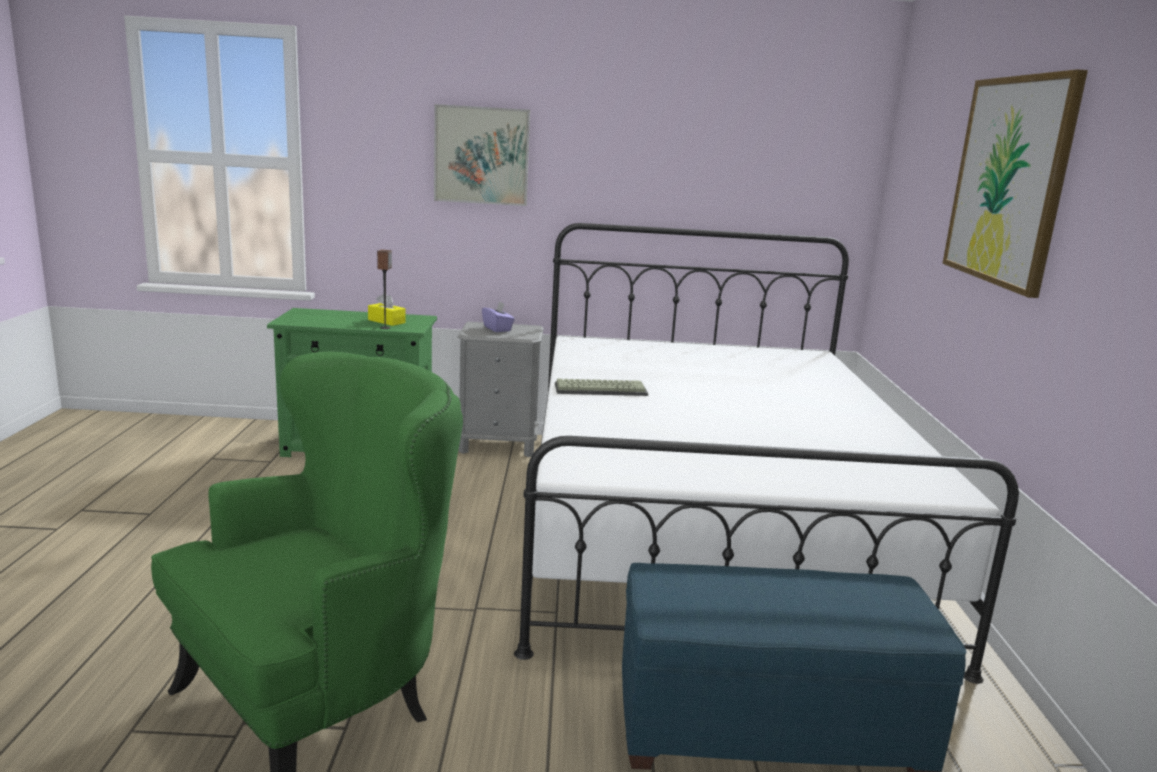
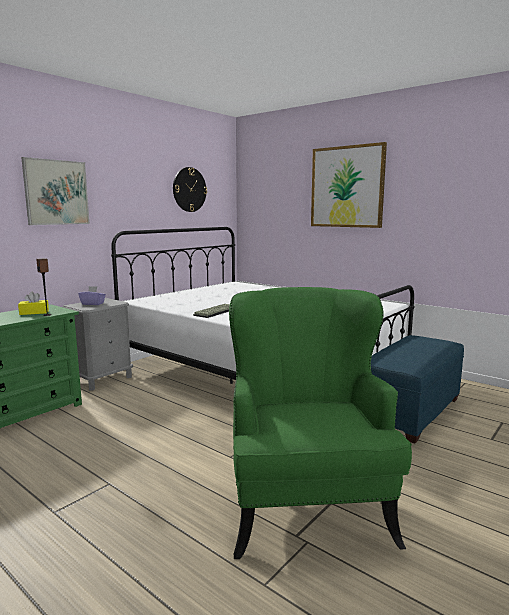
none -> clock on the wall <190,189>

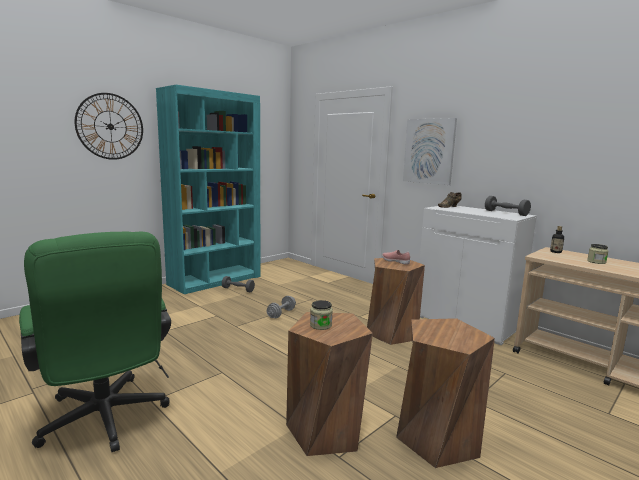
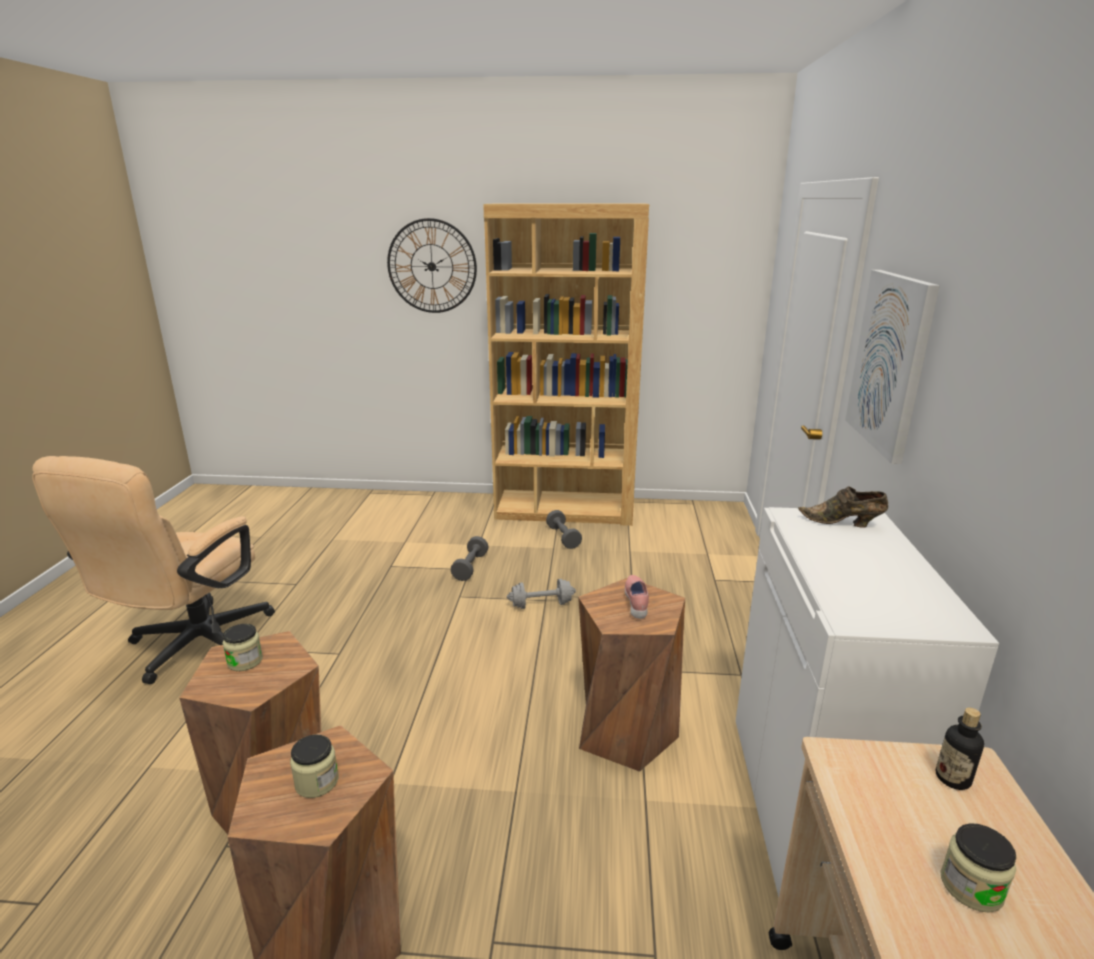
greenish computer chair <95,342> -> beige-coloured computer chair <153,570>
turquoise bookshelf <208,189> -> brown bookshelf <566,365>
gray hand weight <508,206> -> gray hand weight <469,558>, shifted
none -> storage jar <314,766>

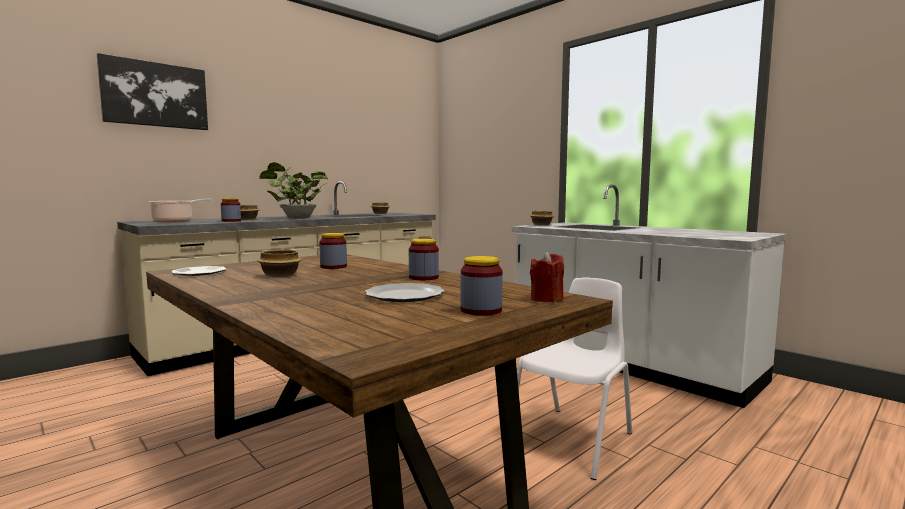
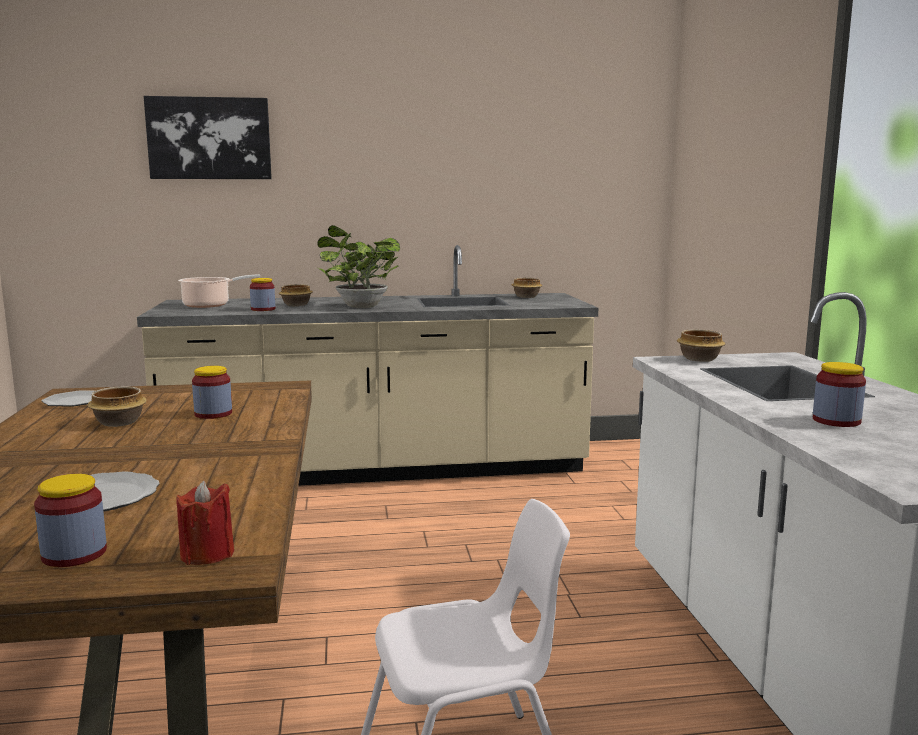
storage jar <424,259> -> storage jar <839,394>, shifted

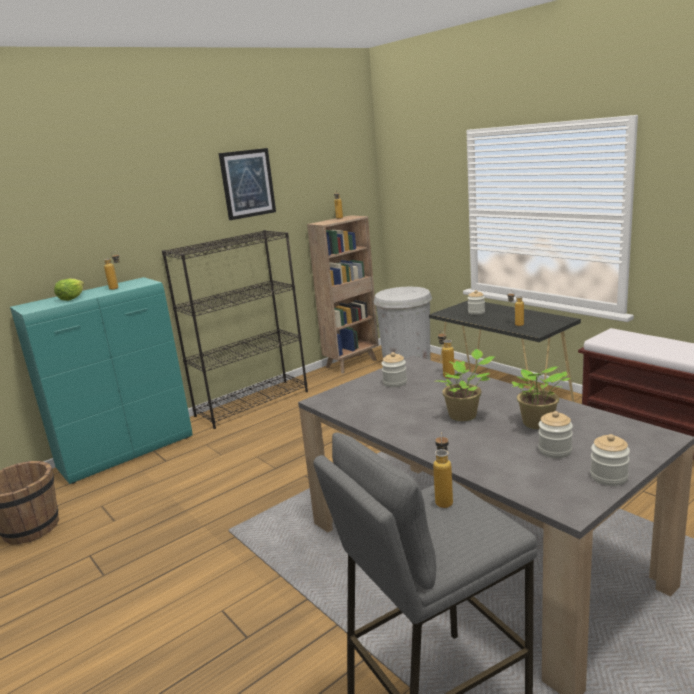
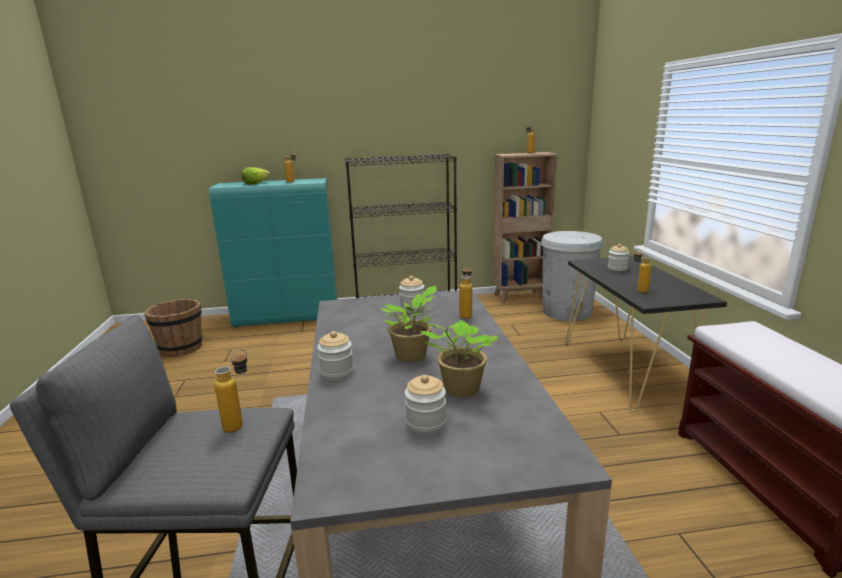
picture <247,184> -> none
storage jar <610,460> -> storage jar <335,355>, shifted

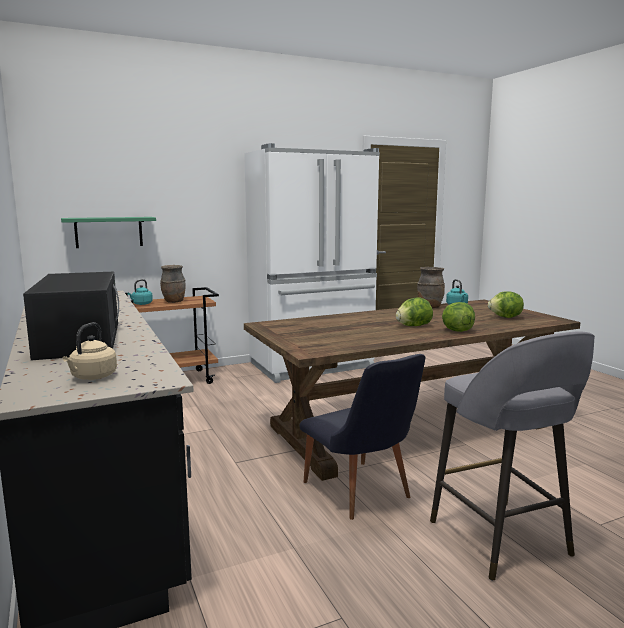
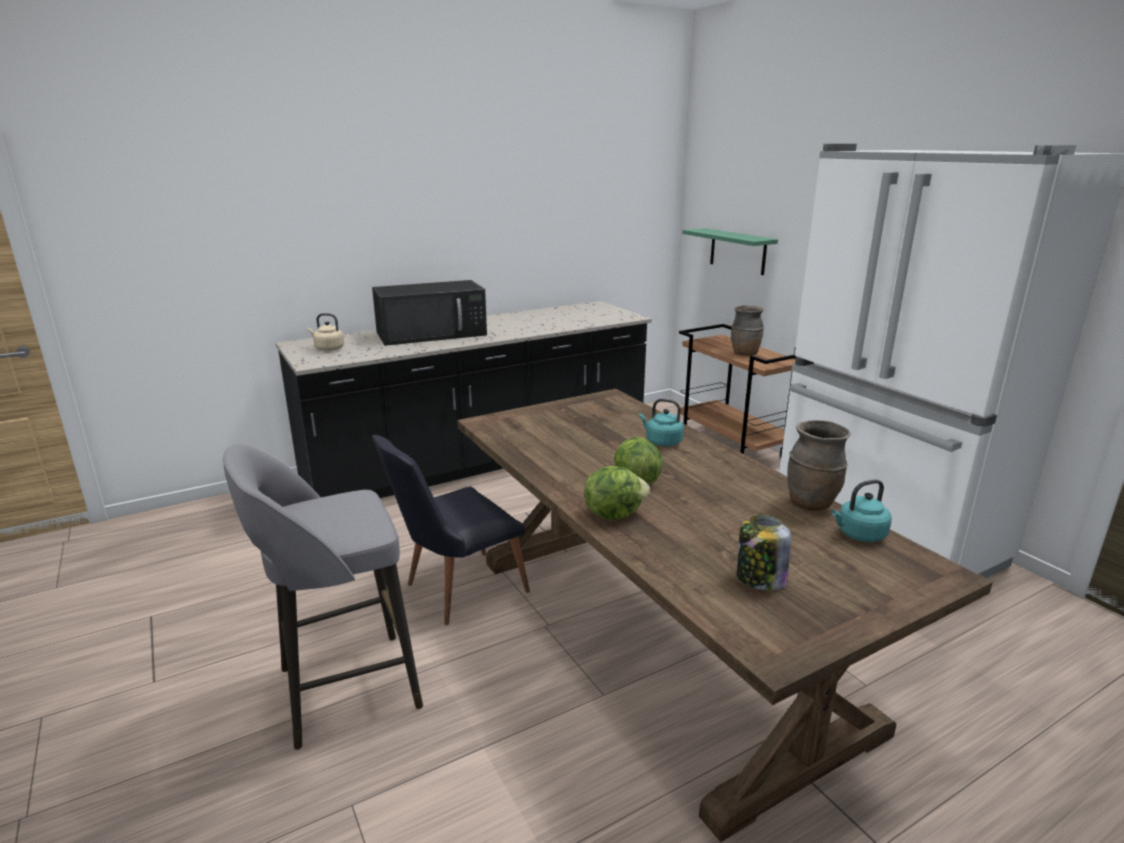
turquoise water kettle <140,292> -> turquoise water kettle <661,422>, shifted
head of lettuce <506,304> -> storage jar <764,553>

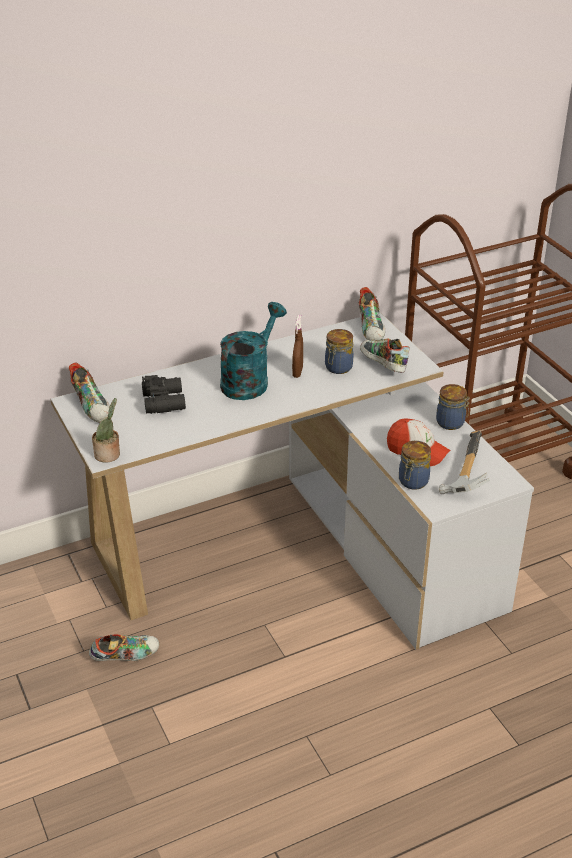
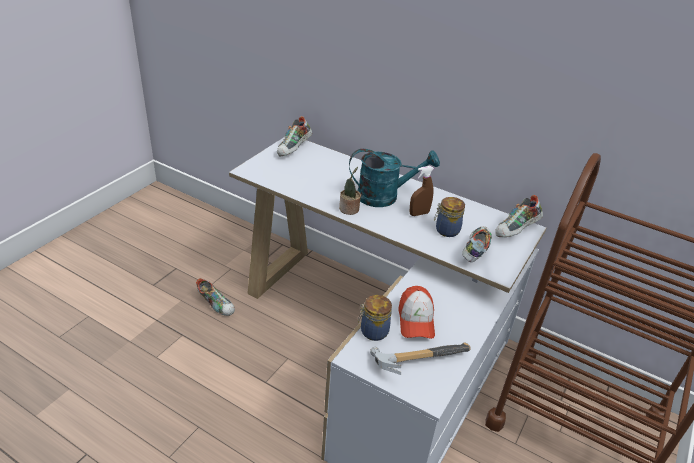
plant in a pot <106,430> -> plant in a pot <350,191>, shifted
black pair of binoculars <164,394> -> none
storage jar <453,407> -> none

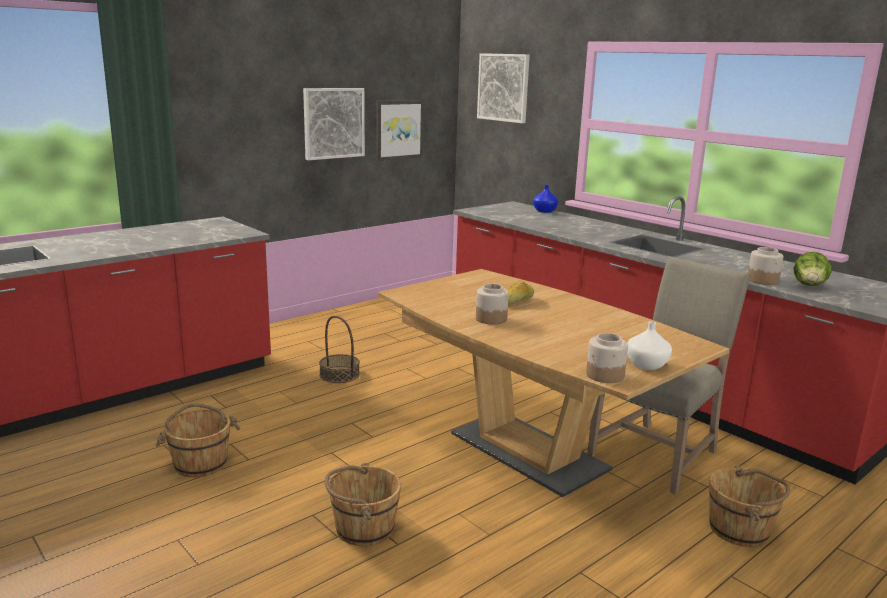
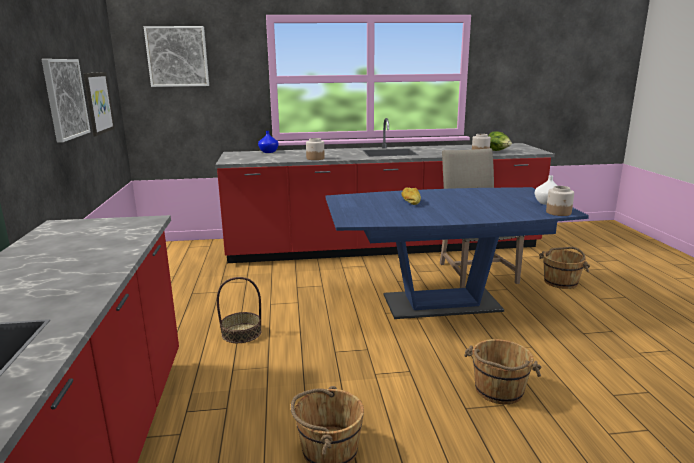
brown dining table <553,383> -> blue dining table <457,253>
storage jar <492,304> -> storage jar <315,149>, shifted

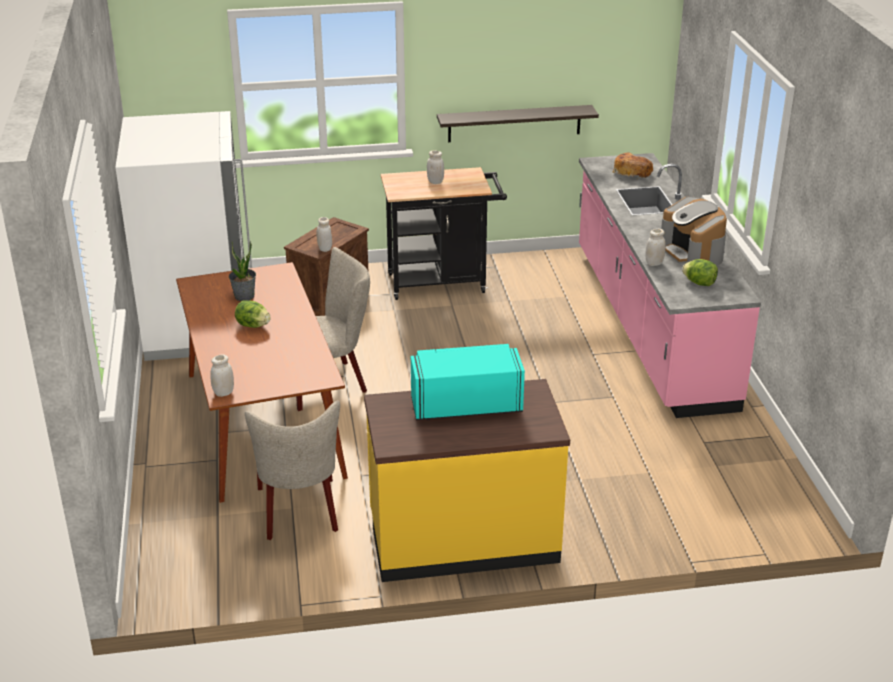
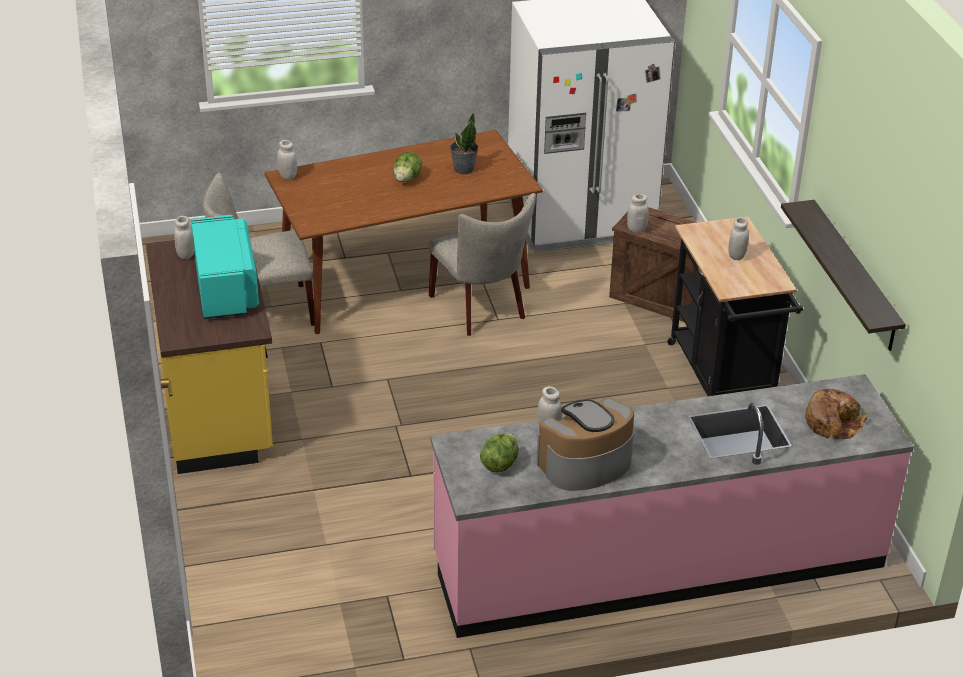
none -> white storage jar <184,237>

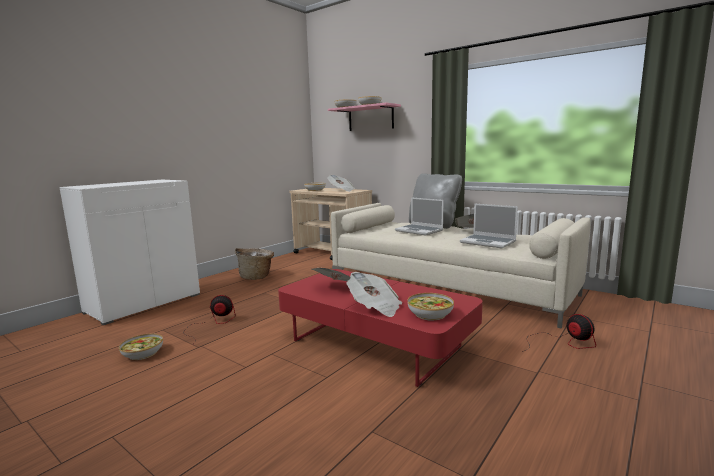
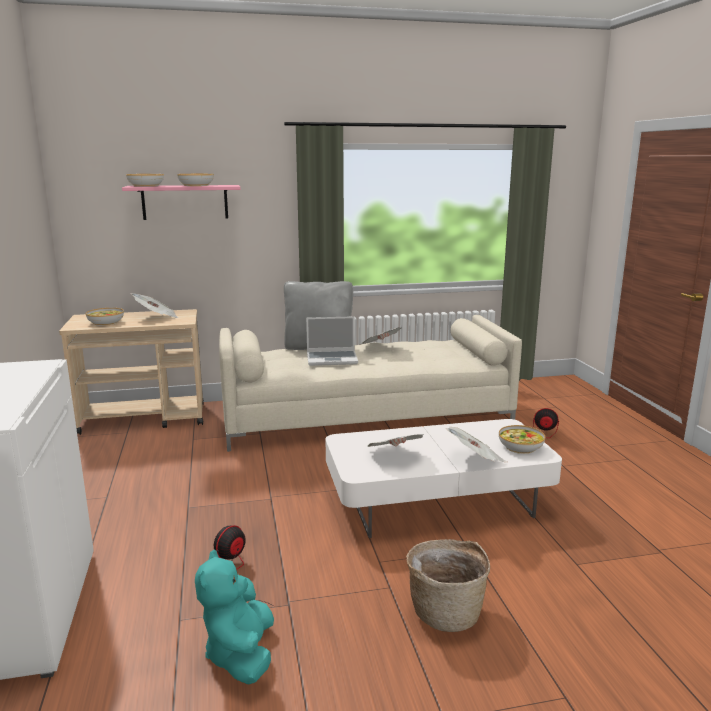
deep dish <141,346> -> turquoise soft toy <234,617>
basket <254,264> -> basket <448,585>, shifted
red-coloured lounge table <380,328> -> white lounge table <444,478>
portable computer <489,226> -> none

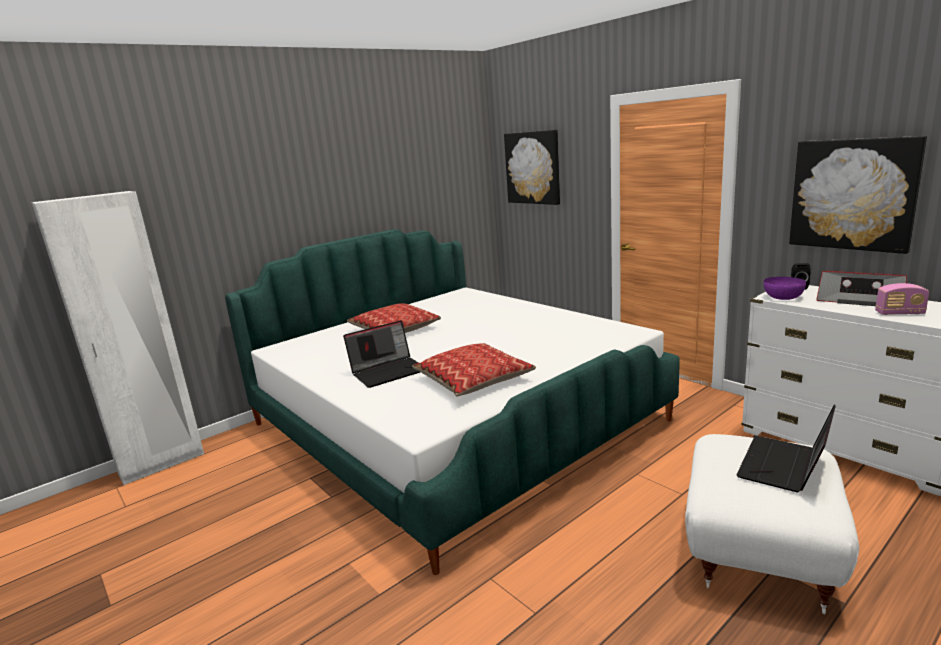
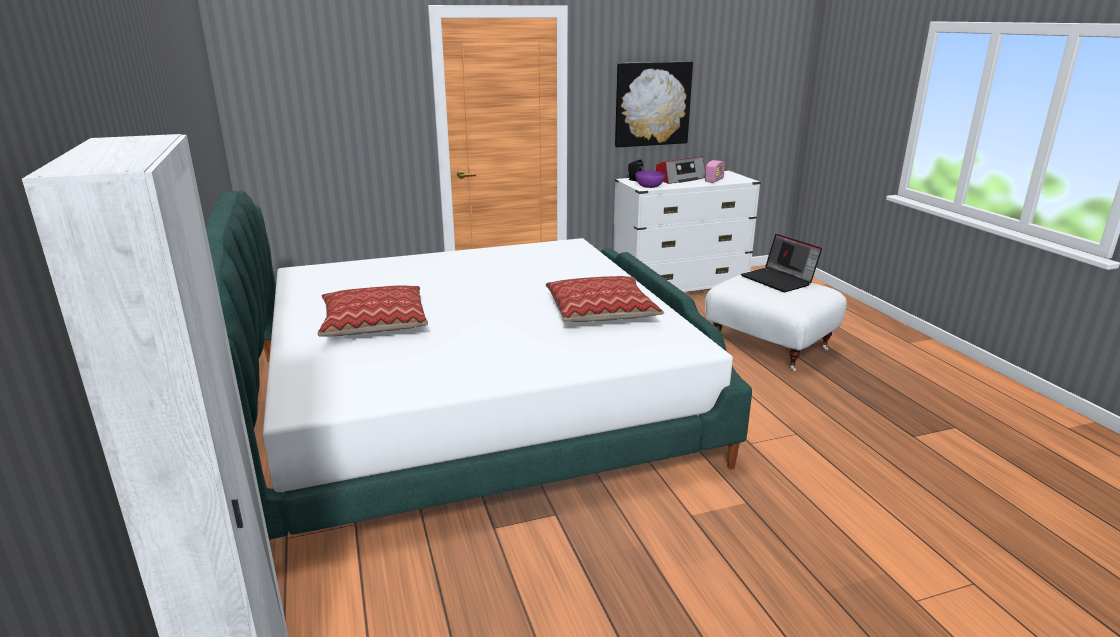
portable computer <381,354> -> none
picture <532,167> -> none

